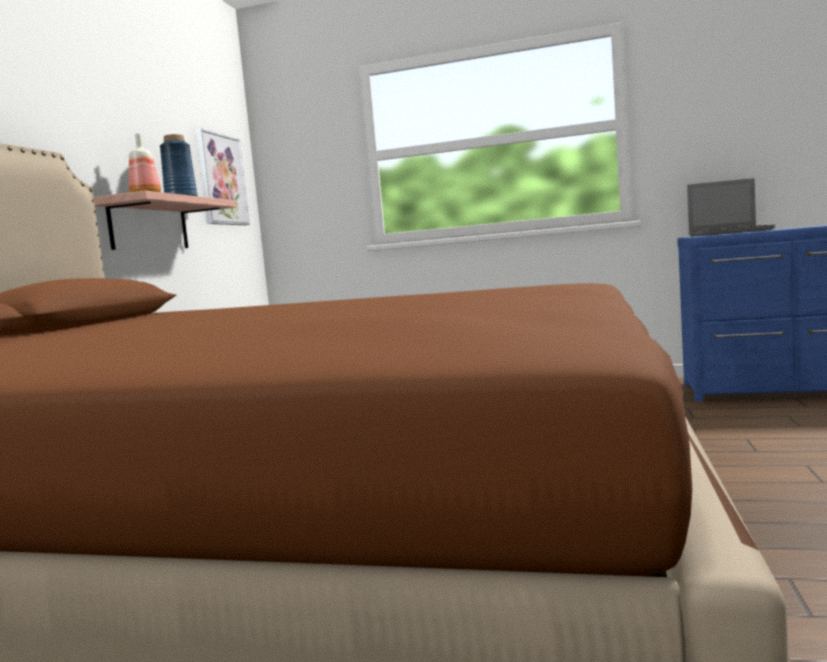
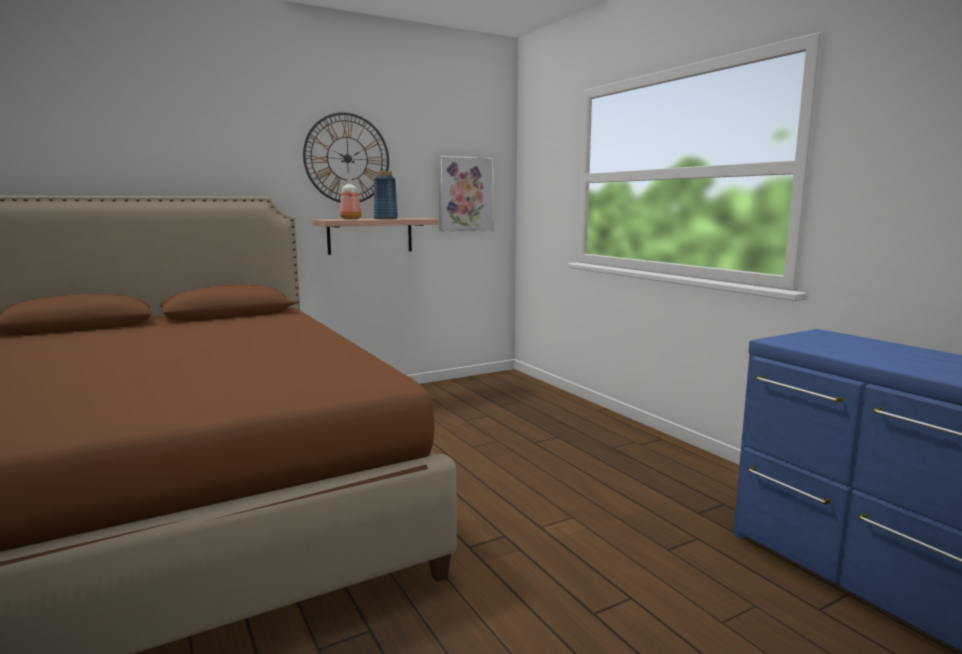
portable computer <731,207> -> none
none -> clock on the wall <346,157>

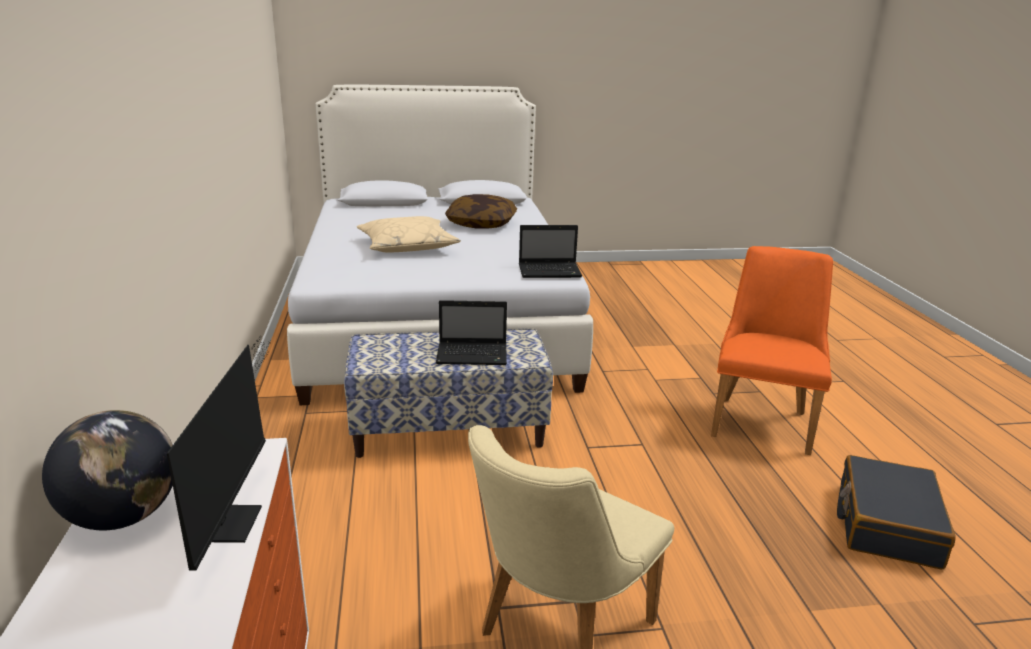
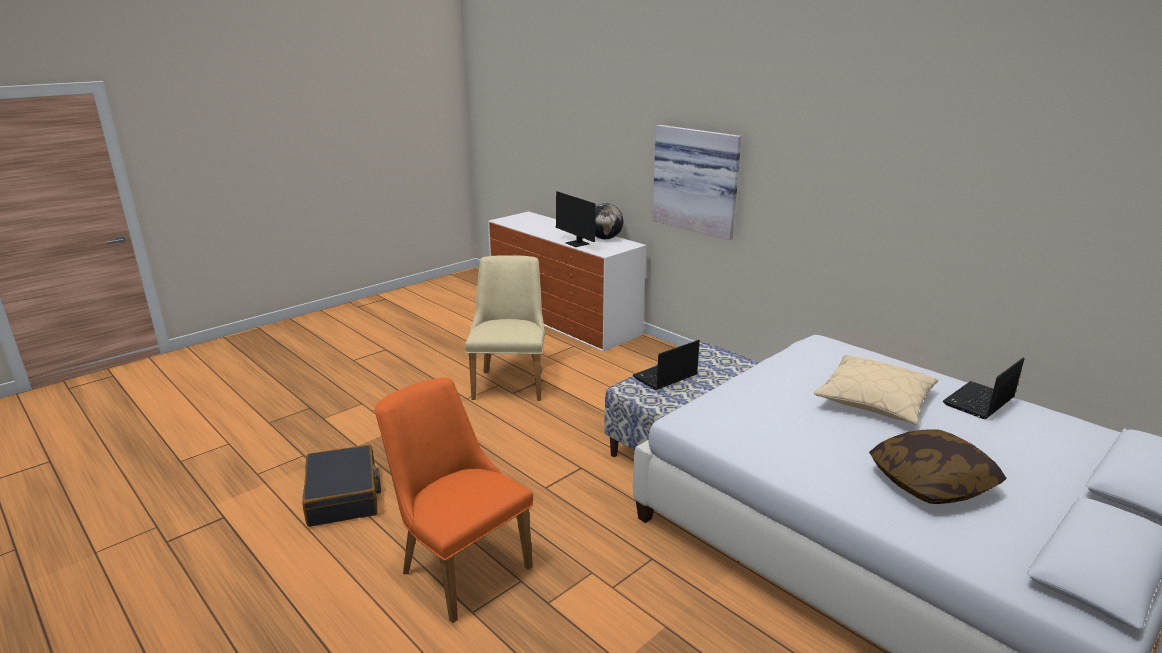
portable computer <550,251> -> portable computer <984,388>, shifted
orangey plain chair <772,350> -> orangey plain chair <454,500>, 150 degrees clockwise
none -> picture <697,182>

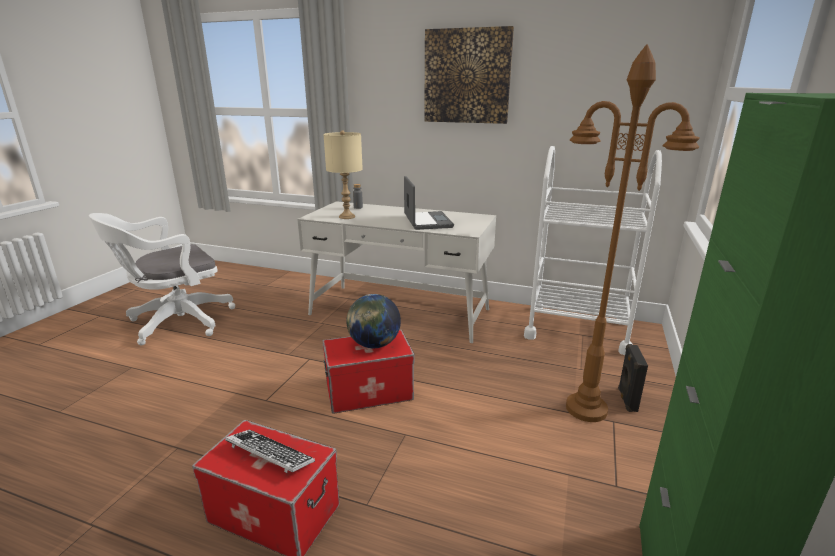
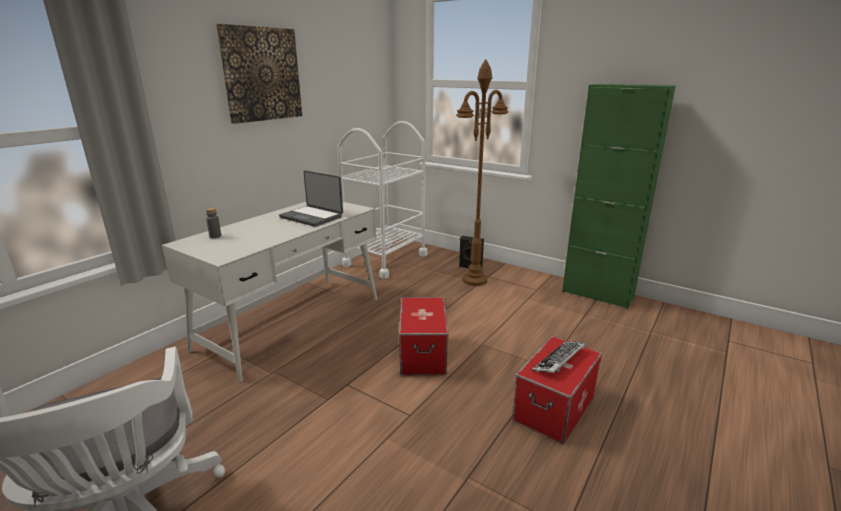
beige-coloured tabletop lamp <343,174> -> none
desk globe <373,321> -> none
portable computer <429,203> -> portable computer <311,198>, 150 degrees counterclockwise

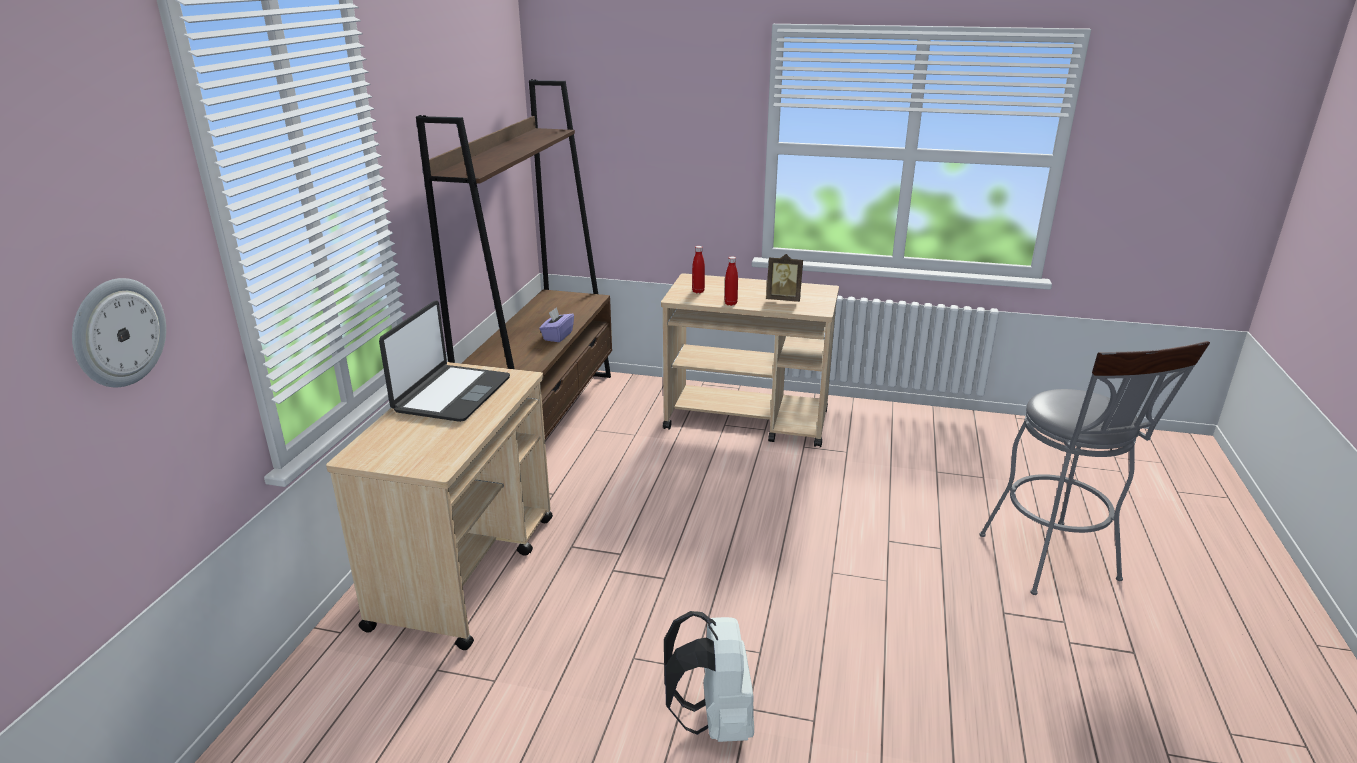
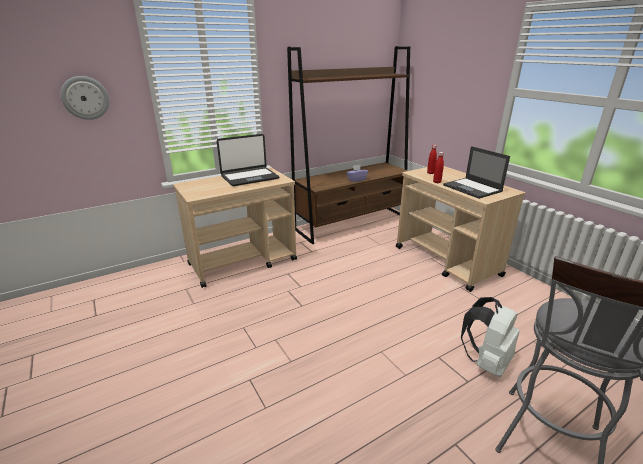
white backpack <709,676> -> white backpack <490,337>, shifted
photo frame <784,278> -> portable computer <476,172>

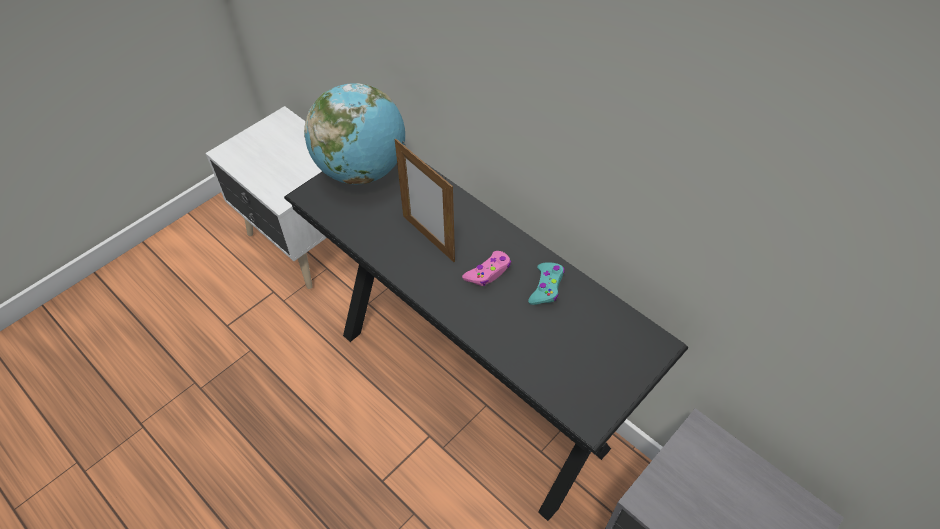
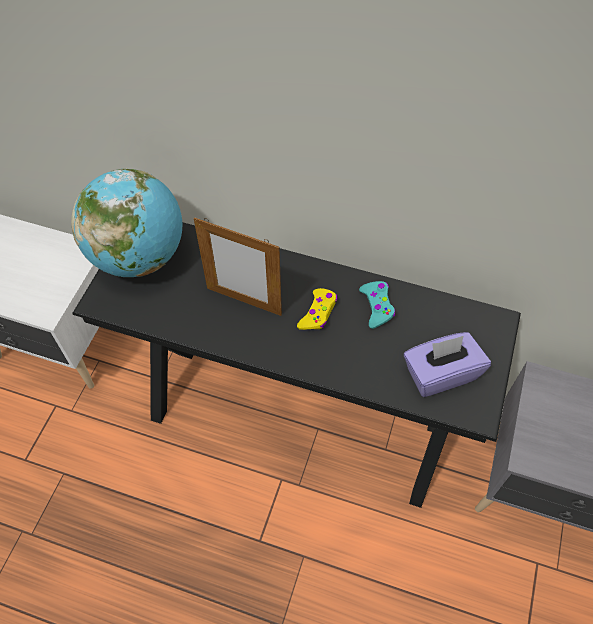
pink game controller <486,268> -> yellow-coloured game controller <317,309>
none -> purple-coloured box of tissues <447,364>

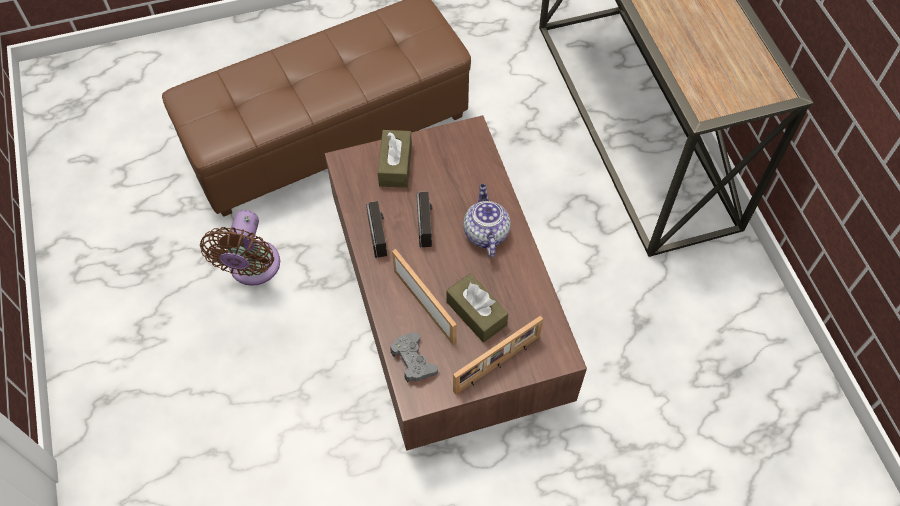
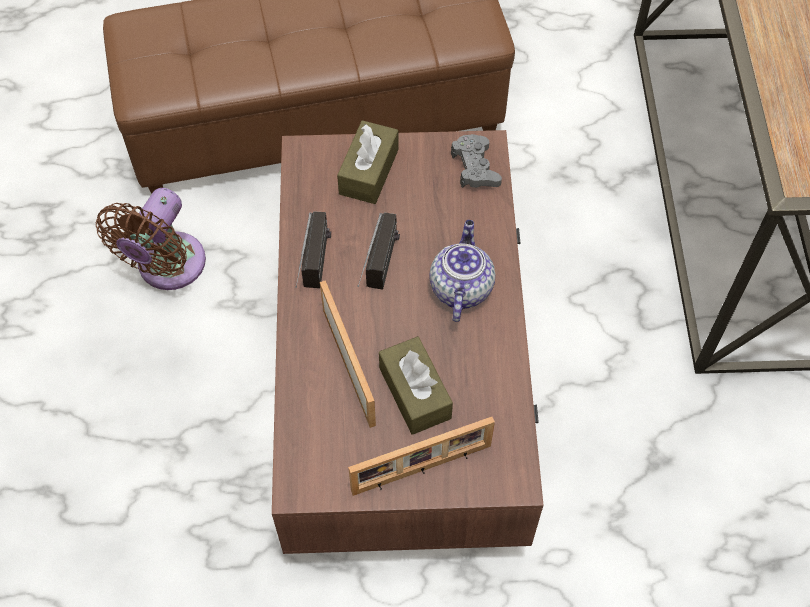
gray game controller <414,358> -> gray game controller <476,161>, shifted

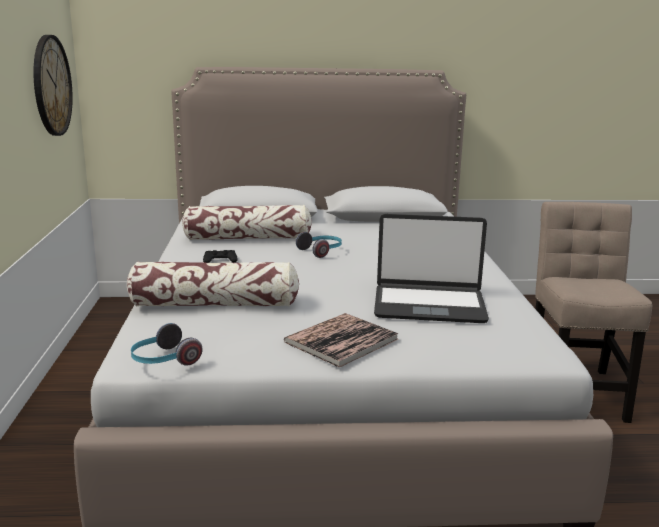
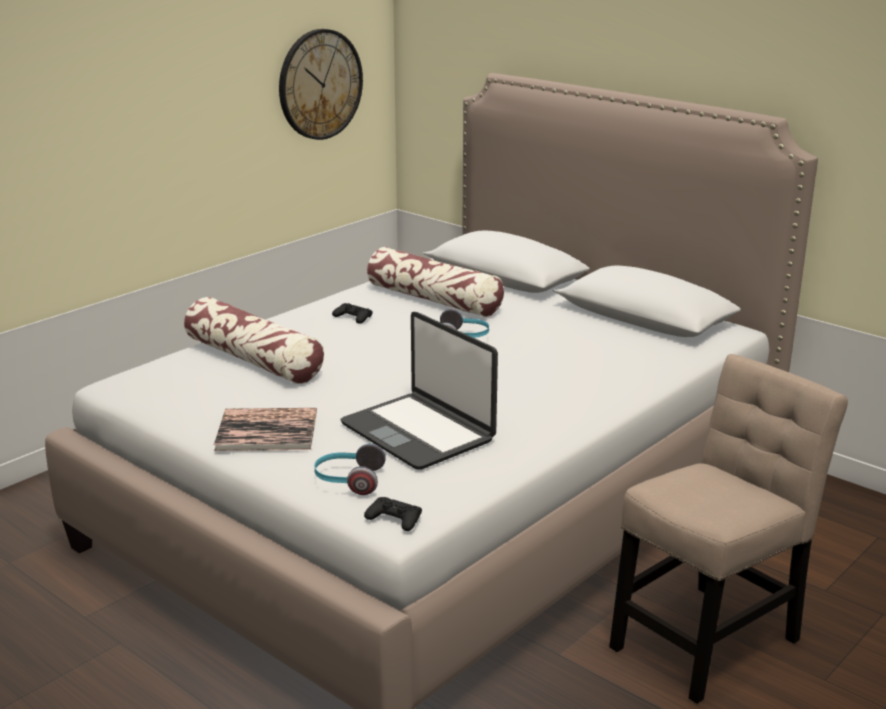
headset <167,344> -> headset <350,469>, shifted
none -> black game controller <393,514>

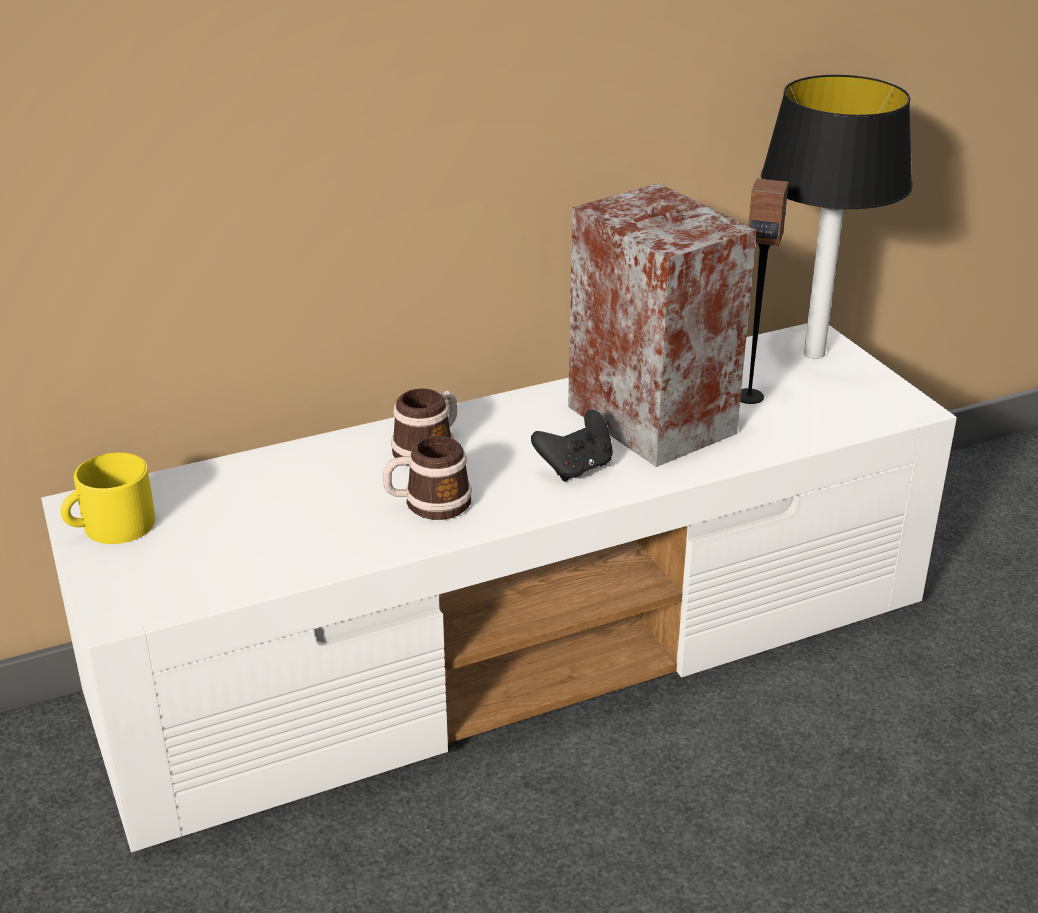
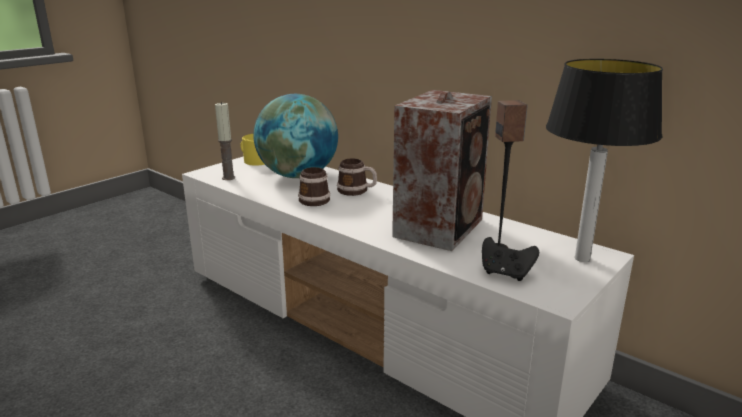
black game controller <572,445> -> black game controller <510,259>, shifted
none -> wax candle <225,141>
none -> desk globe <295,136>

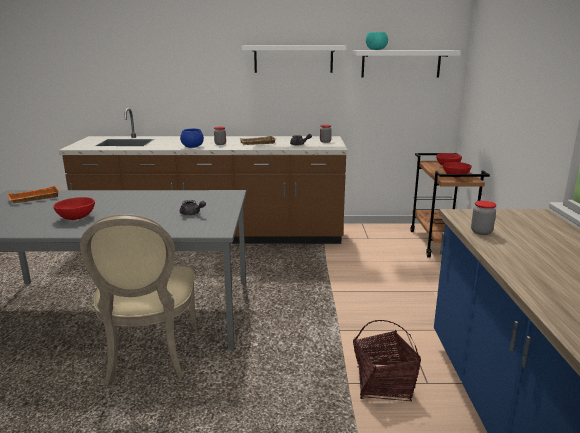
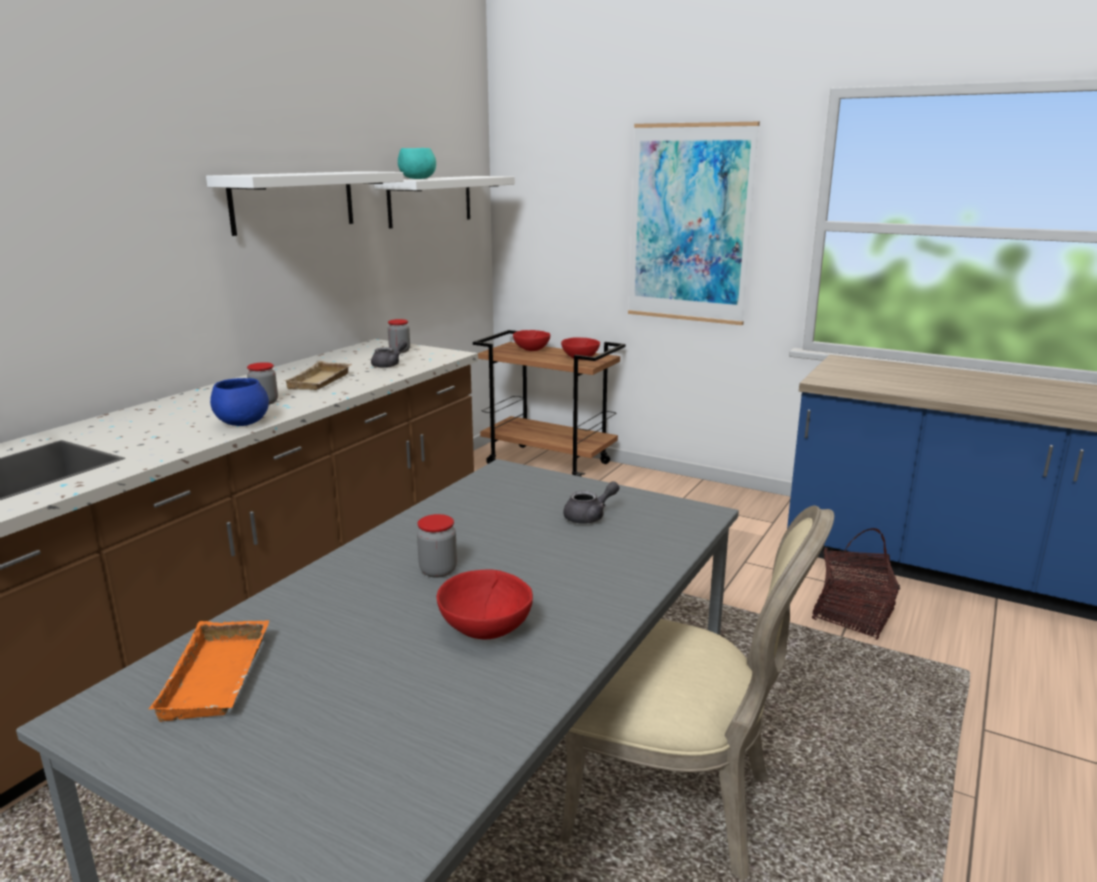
storage jar <483,218> -> storage jar <437,546>, shifted
none -> picture <694,223>

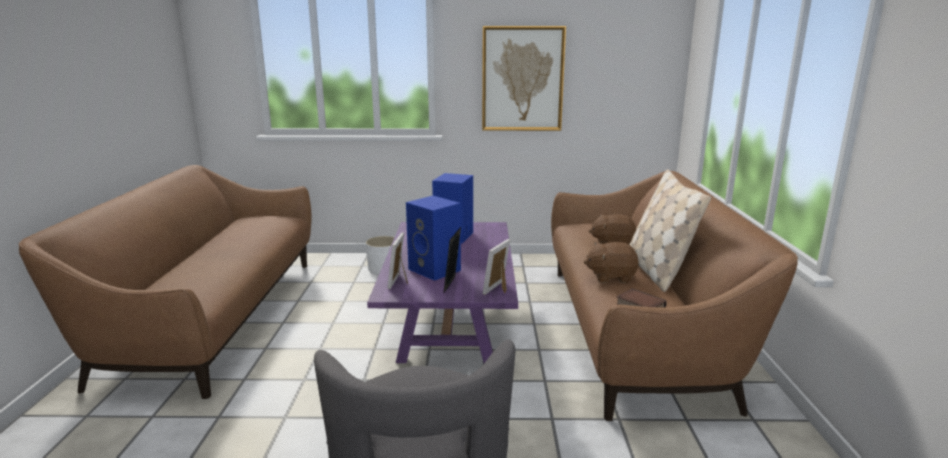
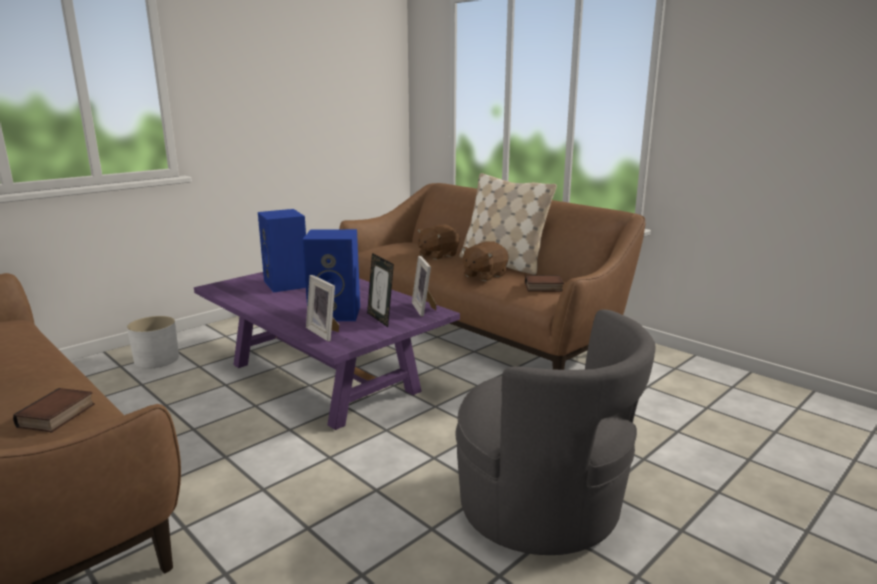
picture <524,78> -> none
none -> book <54,410>

